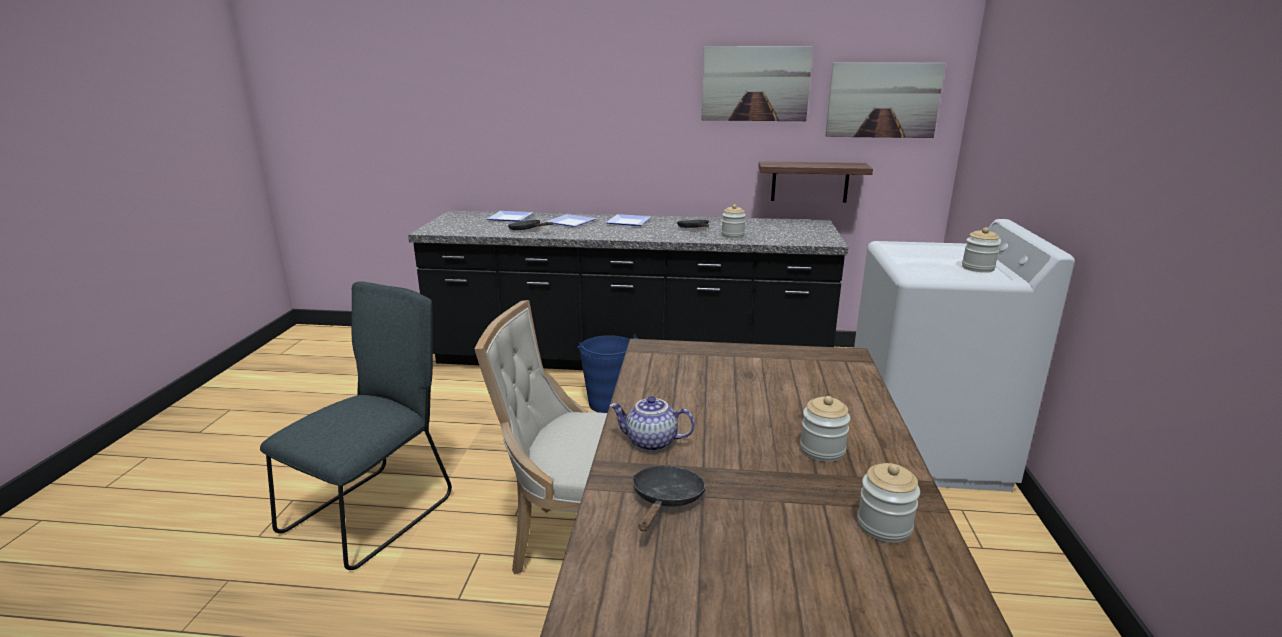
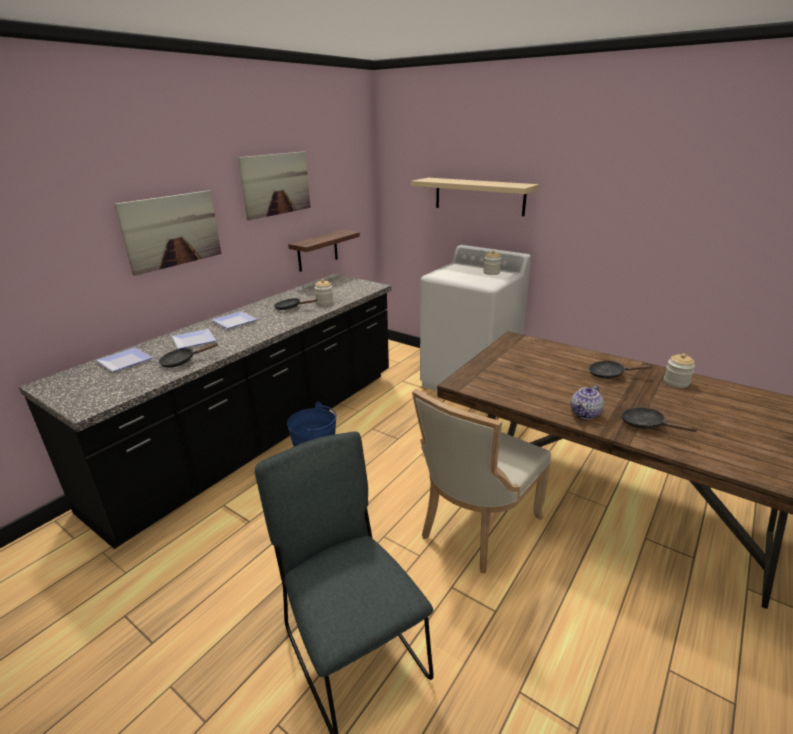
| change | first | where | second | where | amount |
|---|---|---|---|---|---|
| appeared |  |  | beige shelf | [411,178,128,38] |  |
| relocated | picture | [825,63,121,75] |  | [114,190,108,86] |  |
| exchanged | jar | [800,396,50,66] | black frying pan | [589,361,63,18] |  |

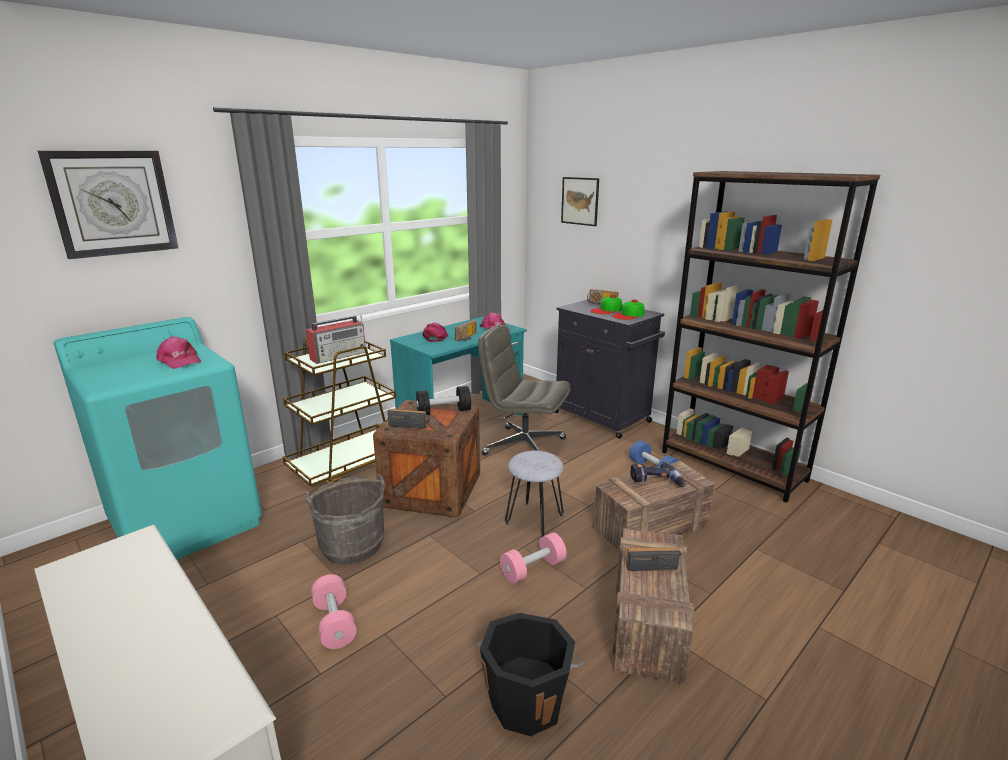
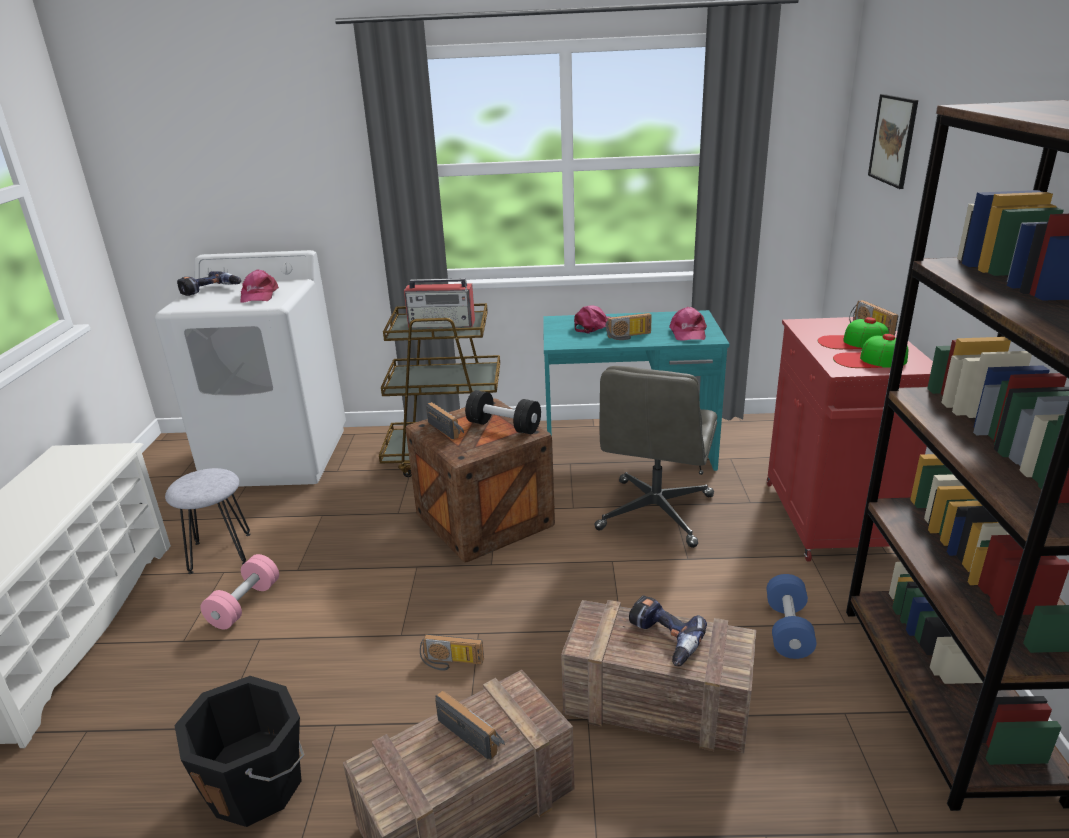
| change | first | where | second | where | amount |
|---|---|---|---|---|---|
| missing | wall clock | [38,151,141,108] |  |  |  |
| missing | grey bucket | [306,474,79,91] |  |  |  |
| appeared |  |  | power drill | [177,271,64,25] |  |
| relocated | grey stool | [505,451,59,86] |  | [165,468,86,106] |  |
| exchanged | pink dumbbell | [500,532,67,52] | radio | [420,634,64,37] |  |
| colour | turquoise washing machine | [54,317,208,242] | white washing machine | [155,250,191,237] |  |
| colour | black cabinet | [555,299,110,140] | red cabinet | [767,317,166,244] |  |
| spun | grey office chair | [478,325,93,130] |  | [594,366,123,182] | 135 degrees counterclockwise |

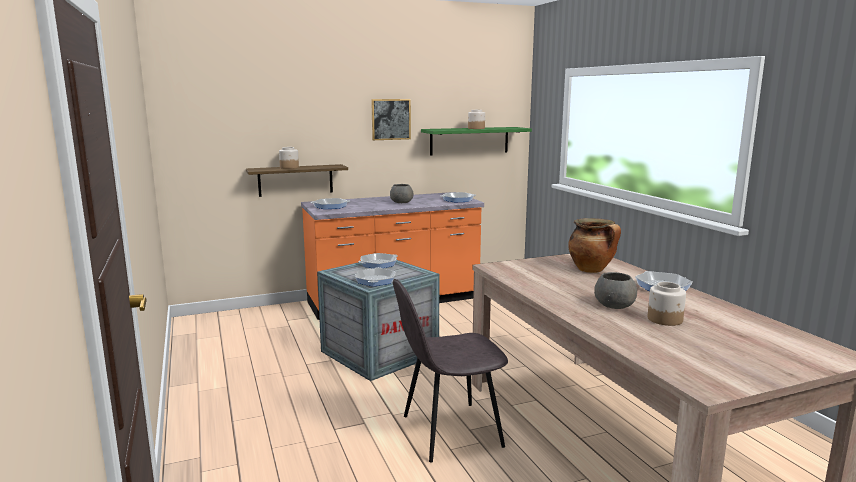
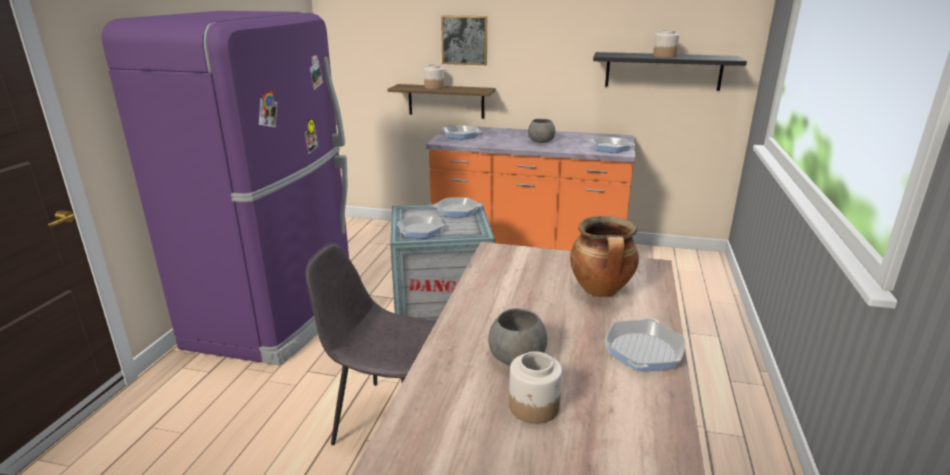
| change | first | where | second | where | amount |
|---|---|---|---|---|---|
| appeared |  |  | purple fridge | [102,11,247,354] |  |
| relocated | picture | [371,99,40,41] |  | [441,15,46,50] |  |
| colour | green shelf | [421,127,111,29] | black shelf | [593,52,154,39] |  |

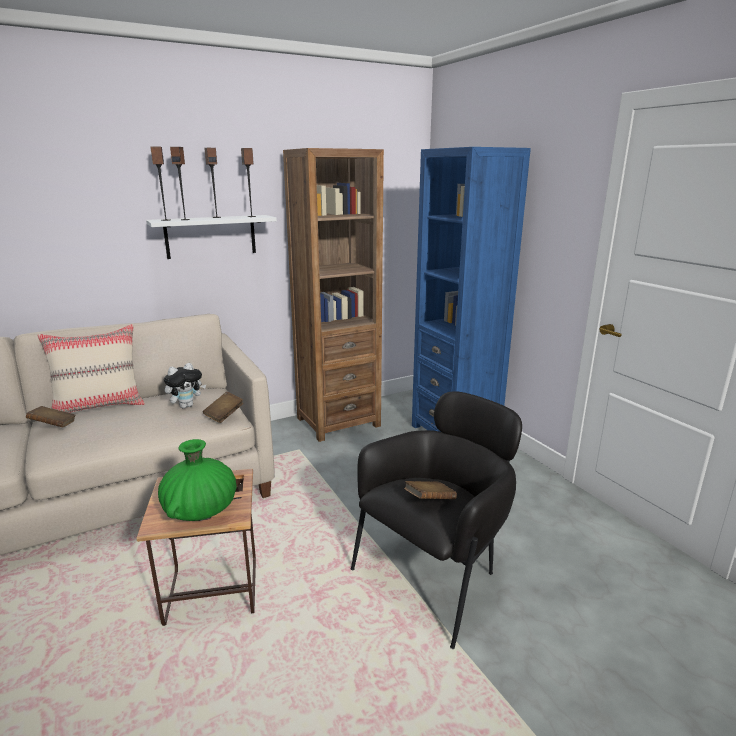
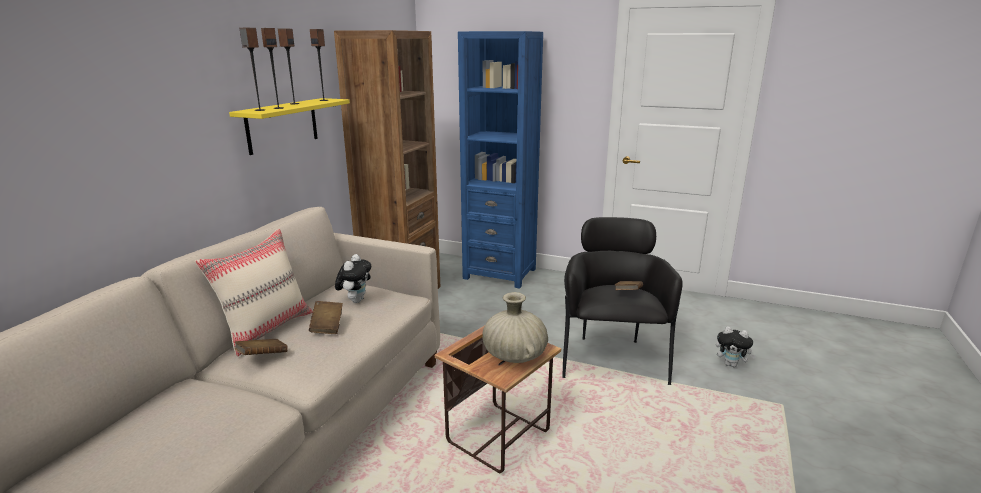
| change | first | where | second | where | amount |
|---|---|---|---|---|---|
| appeared |  |  | plush toy | [716,327,40,40] |  |
| relocated | brown book | [203,392,40,31] |  | [309,301,34,33] |  |
| colour | white shelf | [146,215,131,44] | yellow shelf | [229,98,121,57] |  |
| colour | green vase | [158,439,79,82] | beige vase | [482,292,66,71] |  |

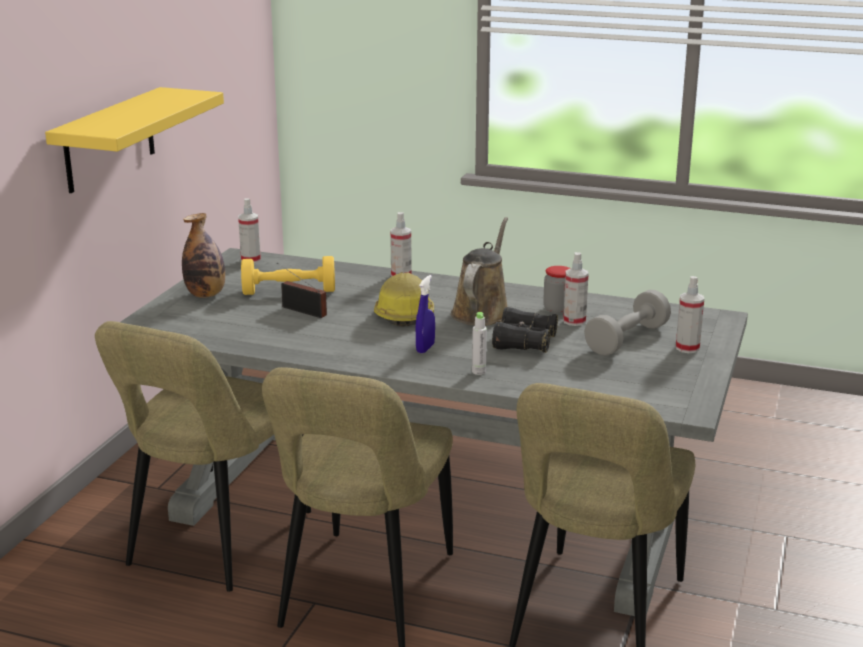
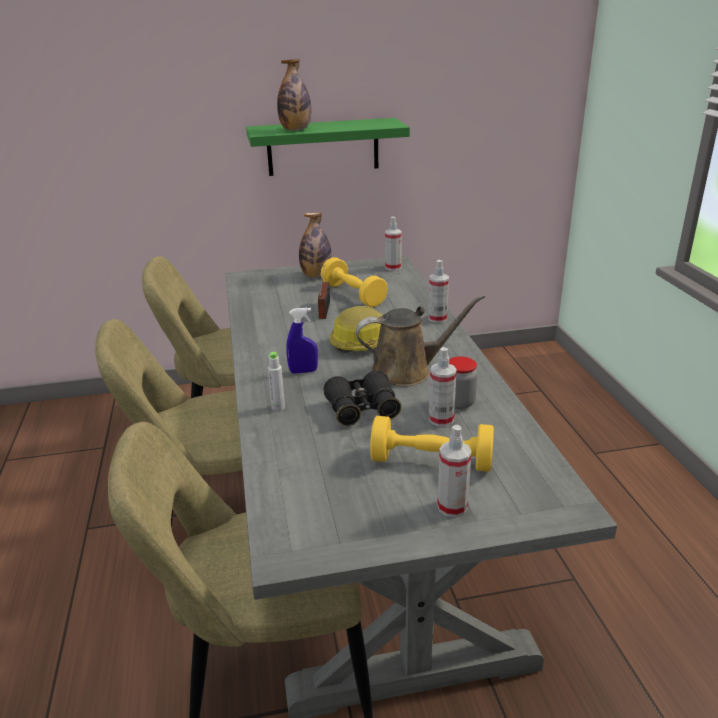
| change | first | where | second | where | amount |
|---|---|---|---|---|---|
| appeared |  |  | bottle | [277,59,34,71] |  |
| colour | yellow shelf | [45,87,179,106] | green shelf | [246,118,164,58] |  |
| colour | grey dumbbell | [584,290,87,66] | yellow dumbbell | [370,416,124,56] |  |

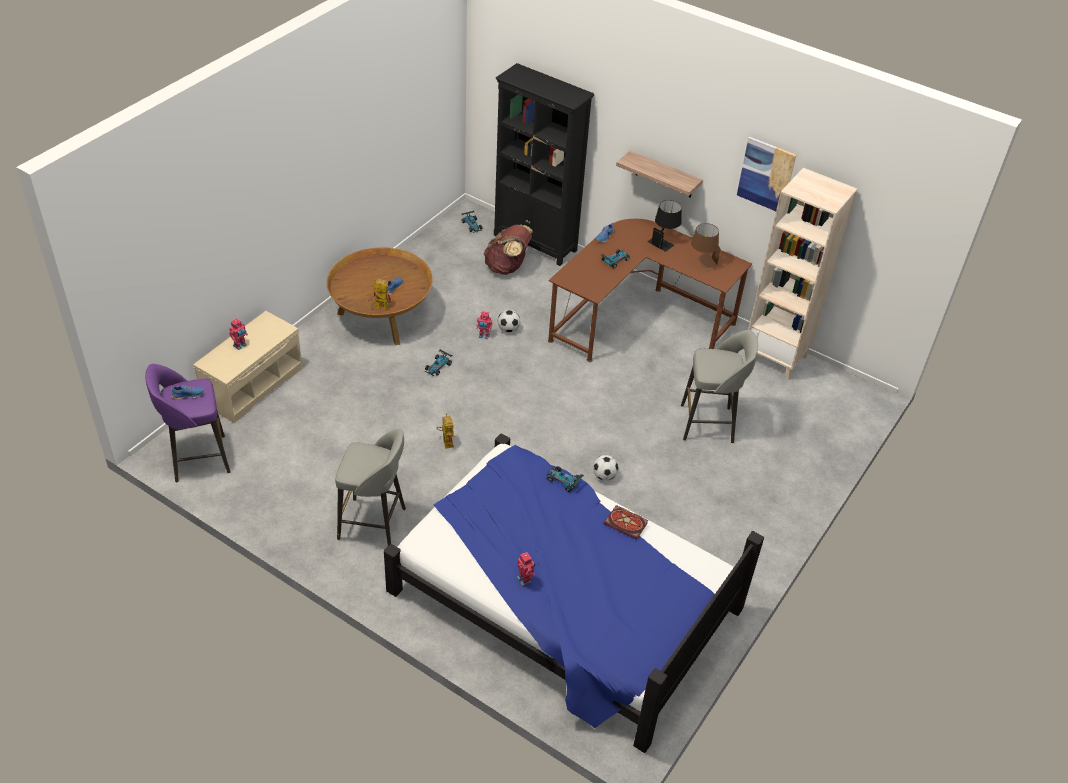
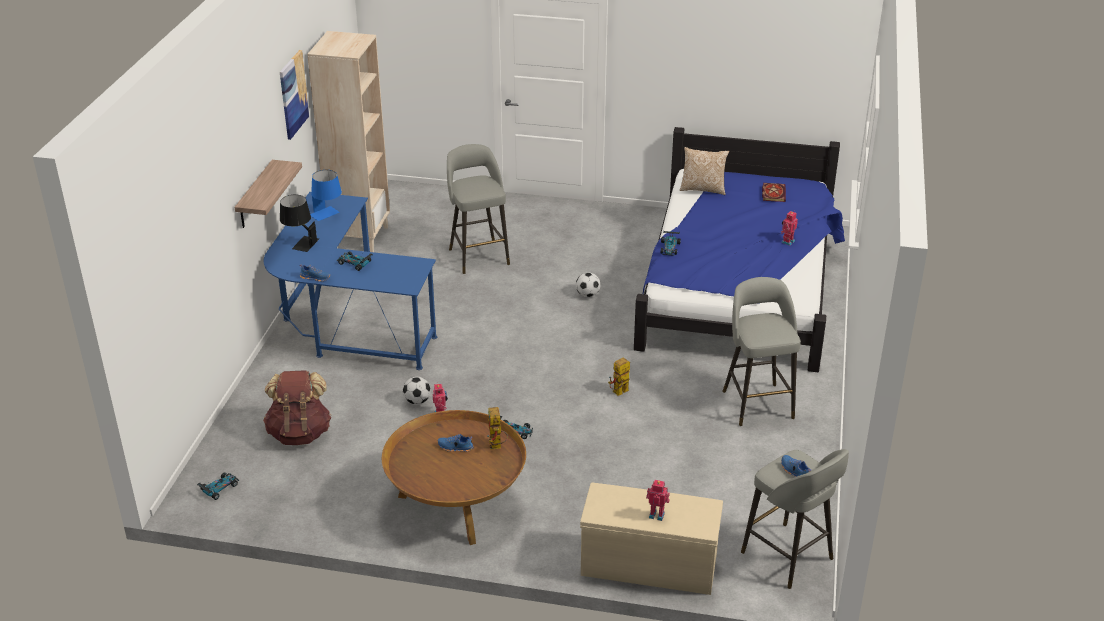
| change | first | where | second | where | amount |
|---|---|---|---|---|---|
| missing | black bookcase | [494,63,100,203] |  |  |  |
| appeared |  |  | pillow | [680,147,49,48] |  |
| relocated | book | [604,505,44,35] |  | [762,183,24,19] |  |
| colour | purple stool | [145,364,86,119] | grey stool | [741,449,108,140] |  |
| colour | brown desk | [548,219,204,143] | blue desk | [264,192,173,178] |  |
| colour | brown table lamp | [691,223,29,48] | blue table lamp | [310,170,32,51] |  |

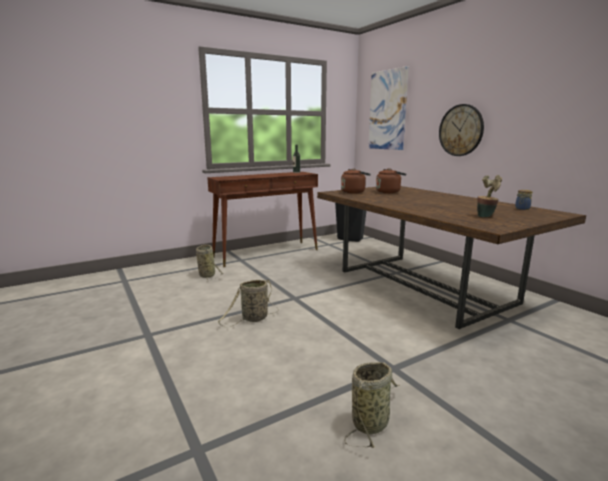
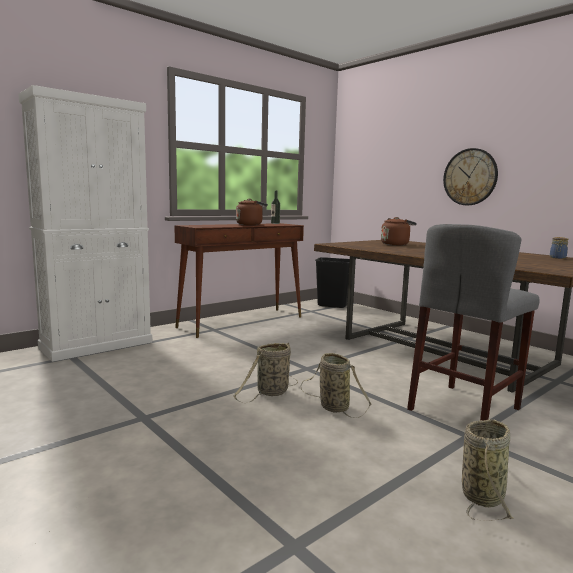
| change | first | where | second | where | amount |
|---|---|---|---|---|---|
| missing | picture | [368,66,41,84] |  |  |  |
| missing | potted plant | [477,175,25,43] |  |  |  |
| appeared |  |  | white cabinet | [18,85,134,277] |  |
| appeared |  |  | grey stool | [407,224,133,196] |  |
| relocated | basket | [196,245,27,35] |  | [301,353,71,65] |  |
| relocated | brown kettle | [341,168,30,25] |  | [236,199,32,26] |  |

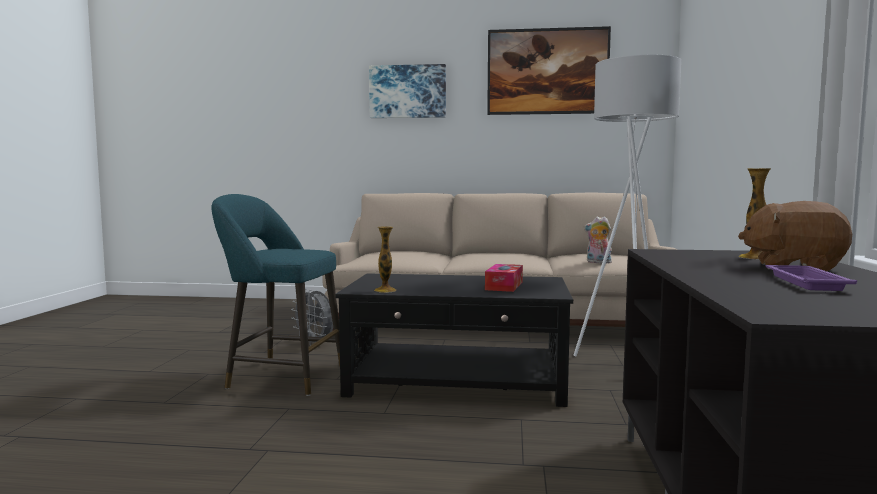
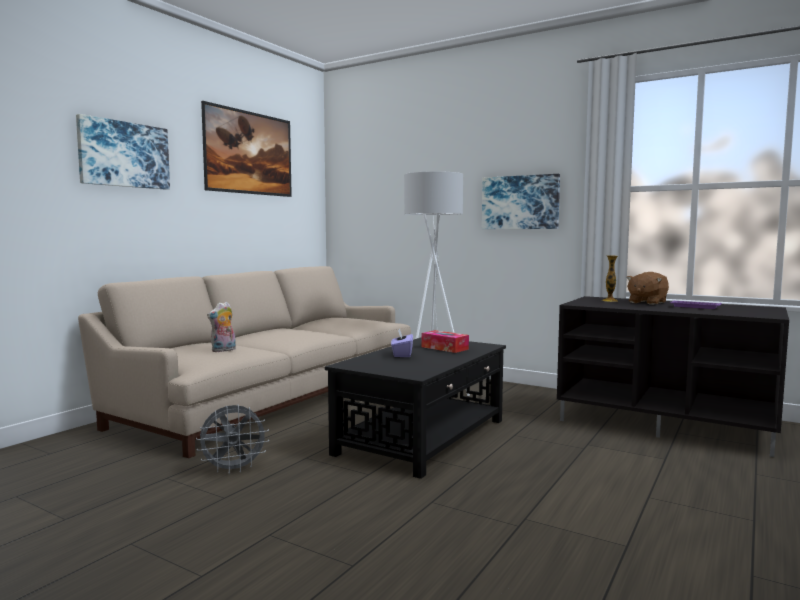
| change | first | where | second | where | amount |
|---|---|---|---|---|---|
| missing | turquoise stool | [212,194,128,202] |  |  |  |
| missing | vase | [374,226,22,67] |  |  |  |
| appeared |  |  | purple tissue box | [391,328,22,29] |  |
| appeared |  |  | picture | [482,174,78,55] |  |
| relocated | plush toy | [584,216,28,47] |  | [207,302,29,50] |  |

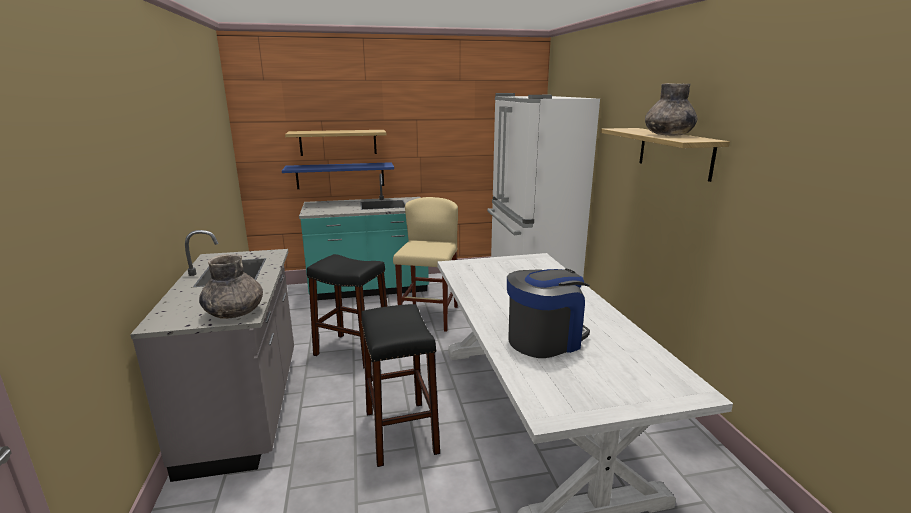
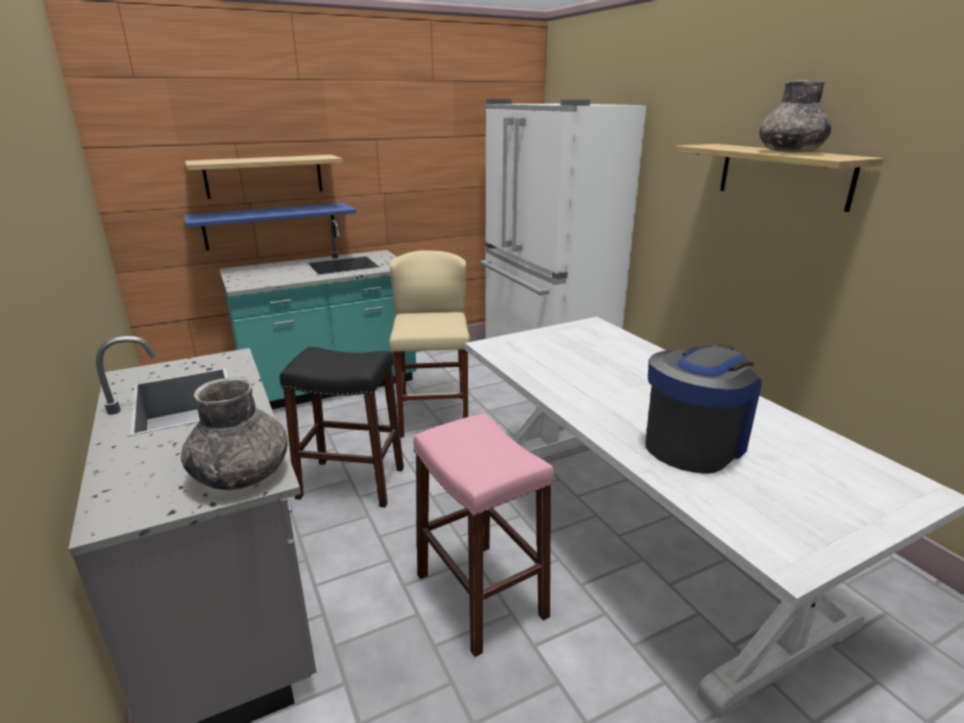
| change | first | where | second | where | amount |
|---|---|---|---|---|---|
| colour | black stool | [361,304,79,163] | pink stool | [413,413,141,244] |  |

